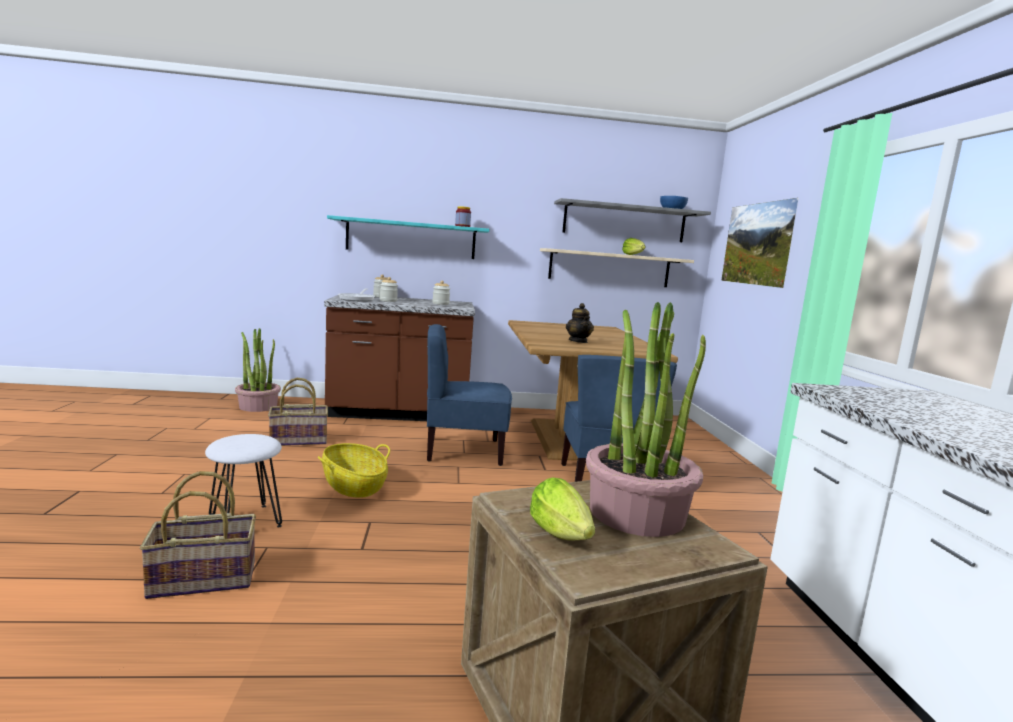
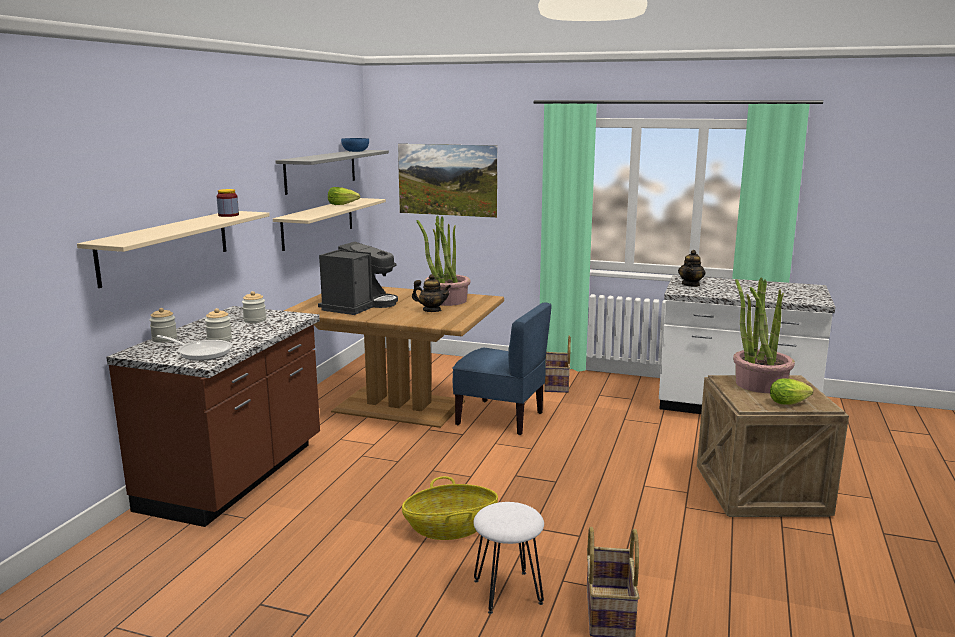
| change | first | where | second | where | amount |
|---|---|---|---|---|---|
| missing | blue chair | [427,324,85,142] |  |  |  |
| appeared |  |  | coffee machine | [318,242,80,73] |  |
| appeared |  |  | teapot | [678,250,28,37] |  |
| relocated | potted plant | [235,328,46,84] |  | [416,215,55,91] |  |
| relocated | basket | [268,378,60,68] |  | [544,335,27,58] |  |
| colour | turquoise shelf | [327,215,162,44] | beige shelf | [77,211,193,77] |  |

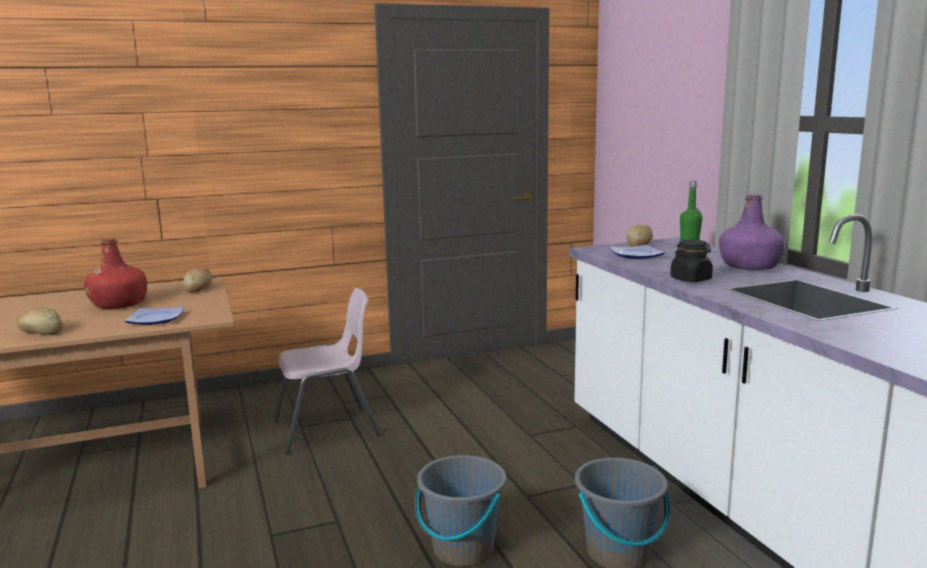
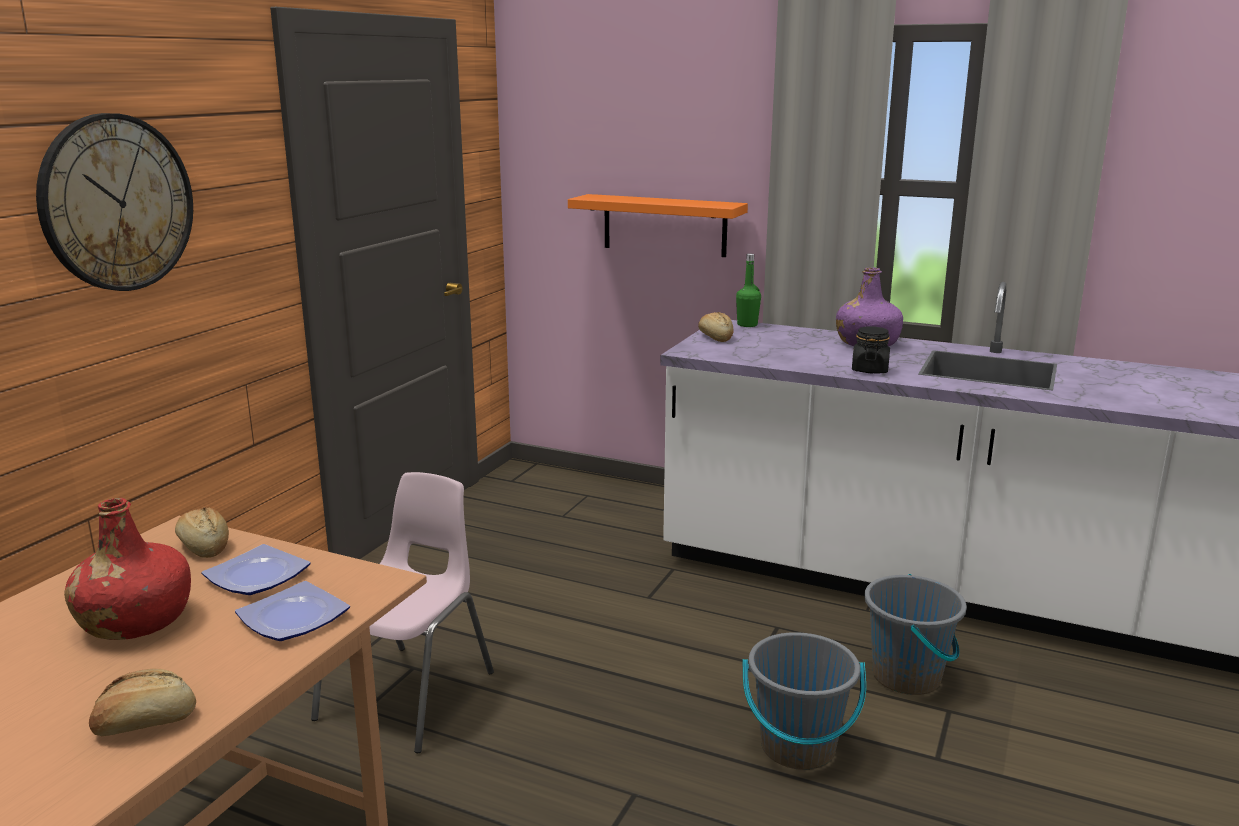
| change | first | where | second | where | amount |
|---|---|---|---|---|---|
| appeared |  |  | wall clock | [36,113,157,178] |  |
| appeared |  |  | orange shelf | [568,194,180,63] |  |
| relocated | plate | [610,245,55,14] |  | [201,544,110,51] |  |

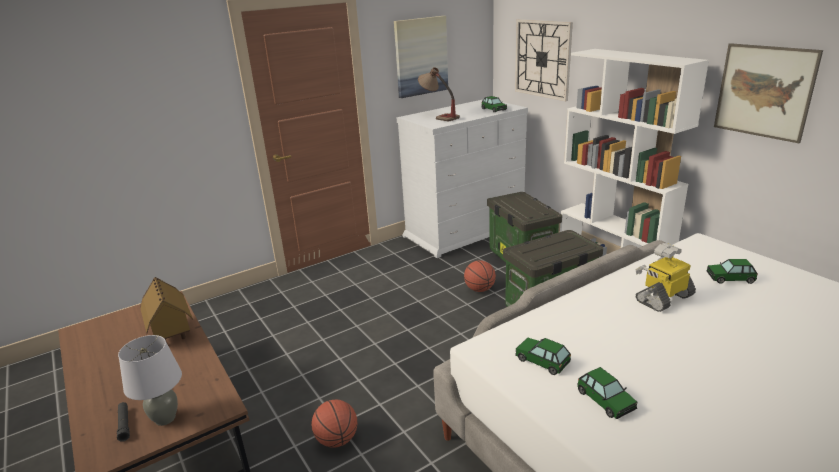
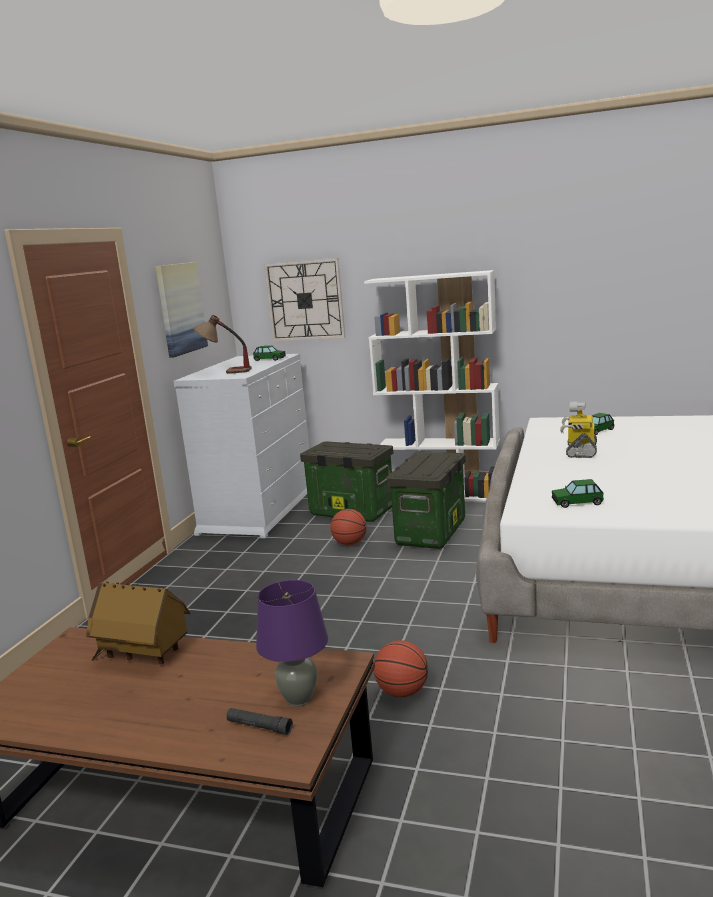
| change | first | where | second | where | amount |
|---|---|---|---|---|---|
| missing | toy car | [577,367,60,52] |  |  |  |
| missing | picture | [714,43,109,100] |  |  |  |
| colour | grey table lamp | [118,335,64,91] | purple table lamp | [256,580,72,127] |  |

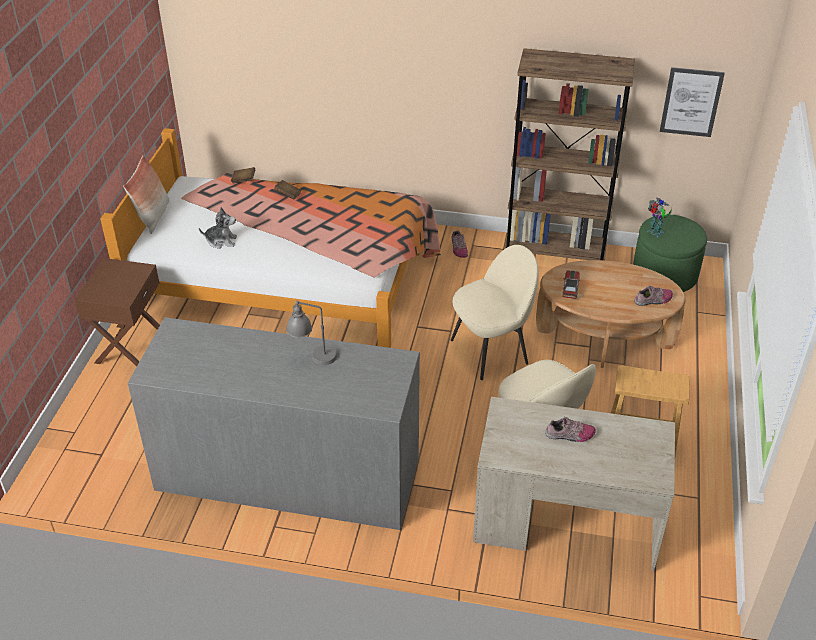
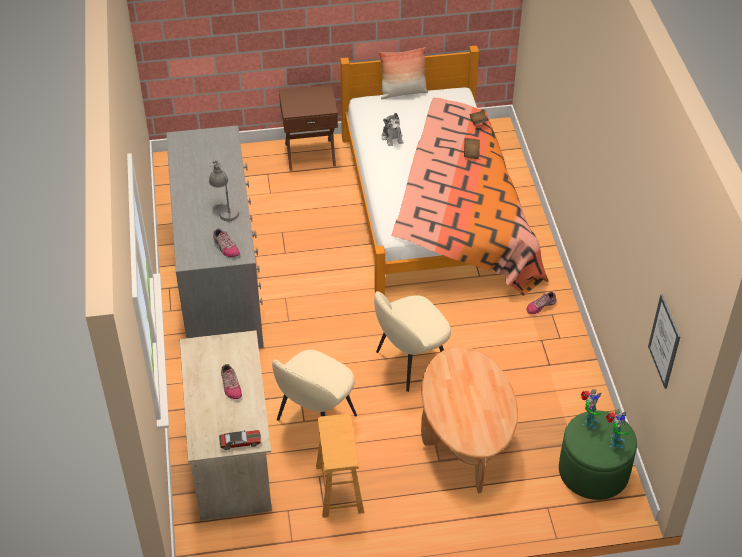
| change | first | where | second | where | amount |
|---|---|---|---|---|---|
| missing | brown bookcase | [505,48,130,213] |  |  |  |
| appeared |  |  | toy robot | [606,409,24,39] |  |
| relocated | toy car | [562,270,18,29] |  | [219,430,42,20] |  |
| relocated | shoe | [634,286,39,20] |  | [213,228,27,29] |  |
| spun | beige chair | [451,245,88,135] |  | [374,291,77,101] | 105 degrees clockwise |

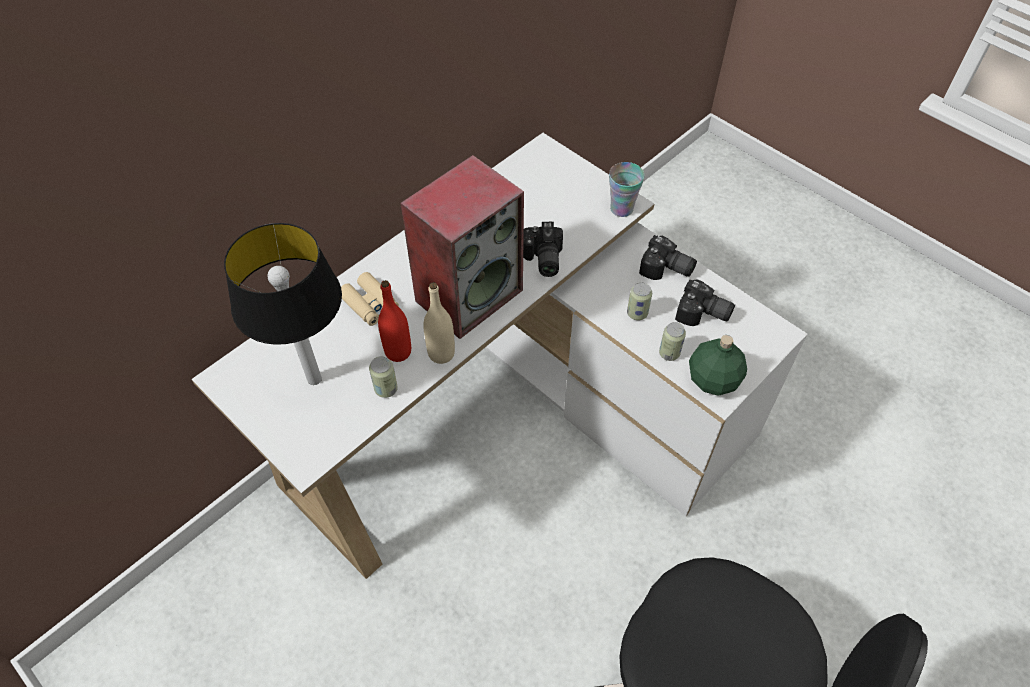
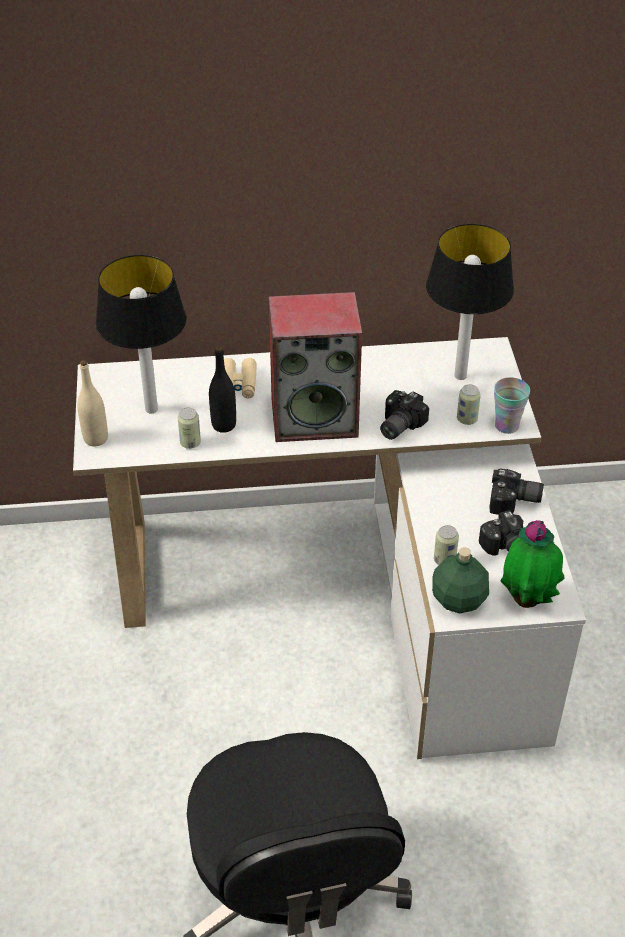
| change | first | where | second | where | amount |
|---|---|---|---|---|---|
| appeared |  |  | table lamp | [426,224,88,156] |  |
| appeared |  |  | potted plant | [501,520,64,88] |  |
| relocated | beige bottle | [423,282,32,82] |  | [77,360,31,87] |  |
| relocated | can | [627,282,25,38] |  | [457,384,24,41] |  |
| colour | red bottle | [378,280,33,82] | black bottle | [209,347,27,86] |  |
| spun | photo camera | [639,235,58,45] |  | [489,469,55,46] | 60 degrees counterclockwise |

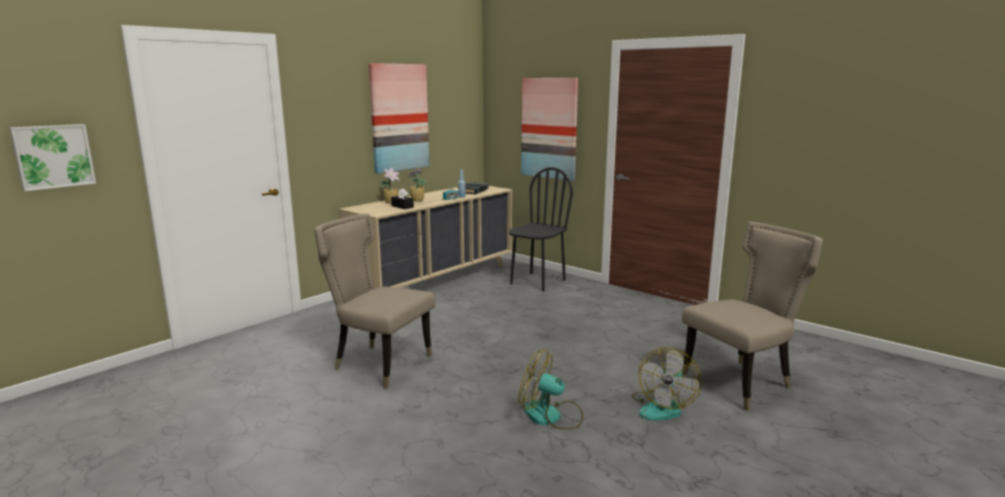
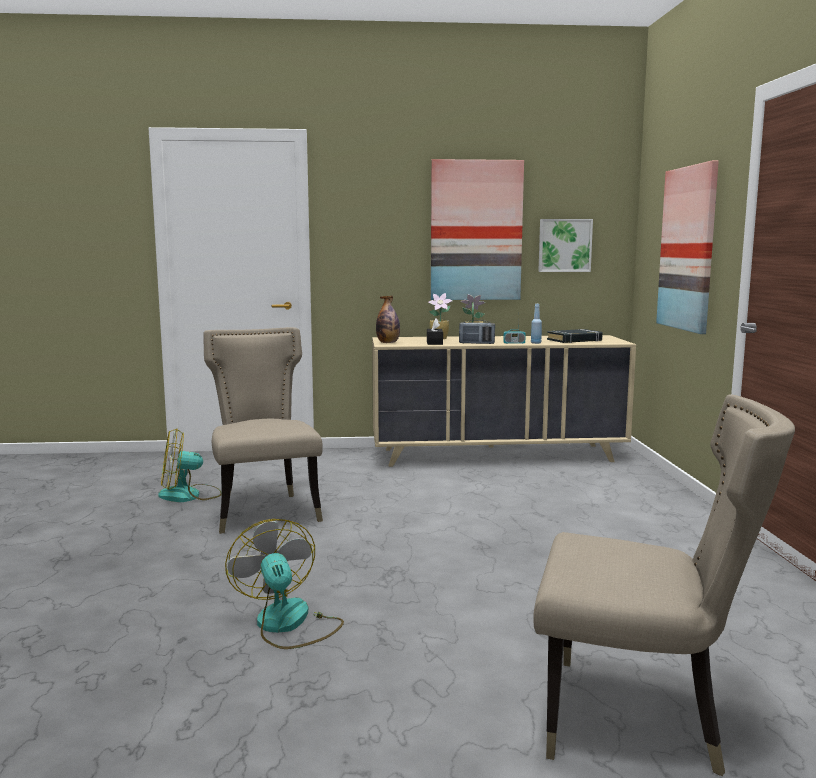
| change | first | where | second | where | amount |
|---|---|---|---|---|---|
| missing | black chair | [509,167,64,124] |  |  |  |
| appeared |  |  | bottle | [376,296,24,47] |  |
| appeared |  |  | radio | [459,320,36,24] |  |
| relocated | picture | [9,124,87,67] |  | [538,219,55,53] |  |
| relocated | fan | [632,347,70,73] |  | [158,428,63,74] |  |

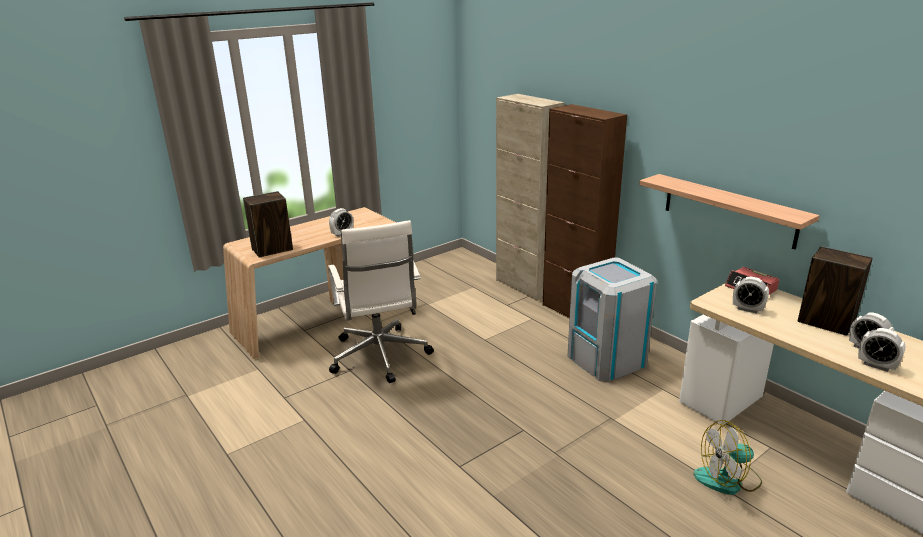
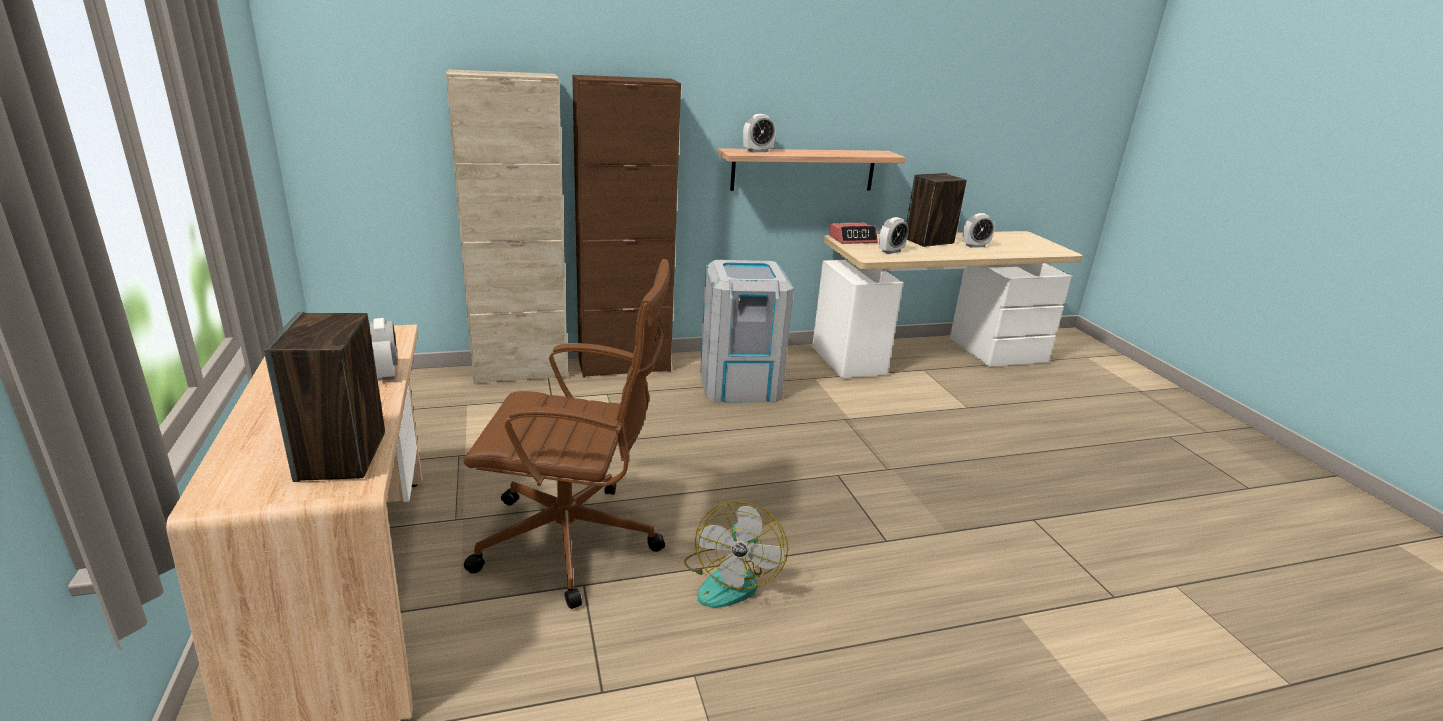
| change | first | where | second | where | amount |
|---|---|---|---|---|---|
| relocated | fan | [694,420,68,75] |  | [684,501,104,107] |  |
| relocated | alarm clock | [858,328,48,44] |  | [743,114,33,38] |  |
| colour | white office chair | [328,221,106,162] | brown office chair | [464,259,206,350] |  |

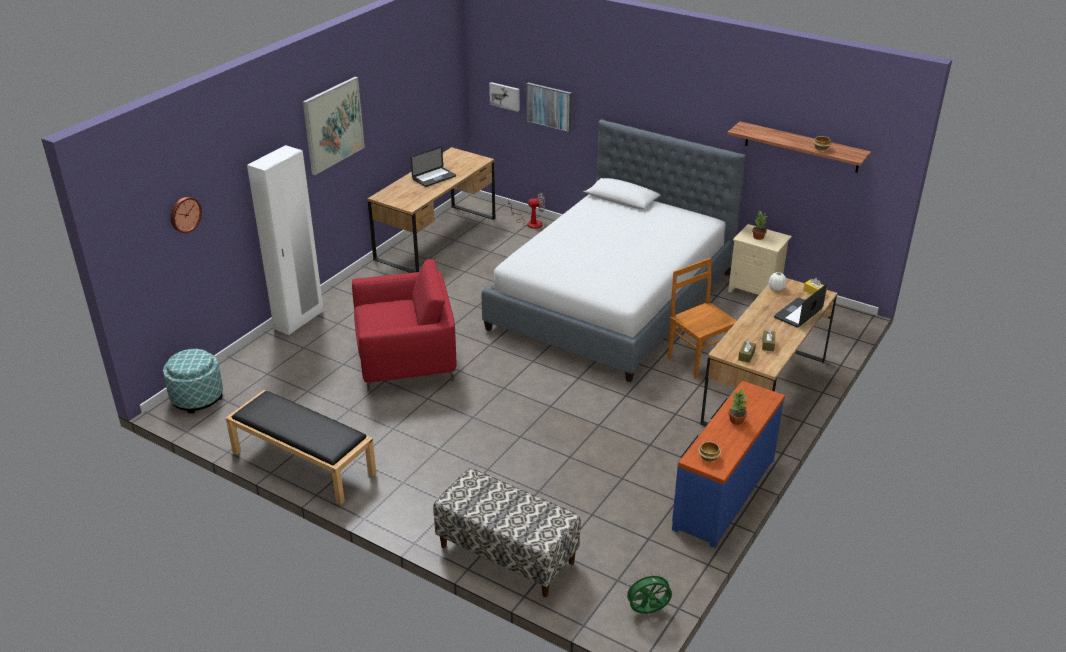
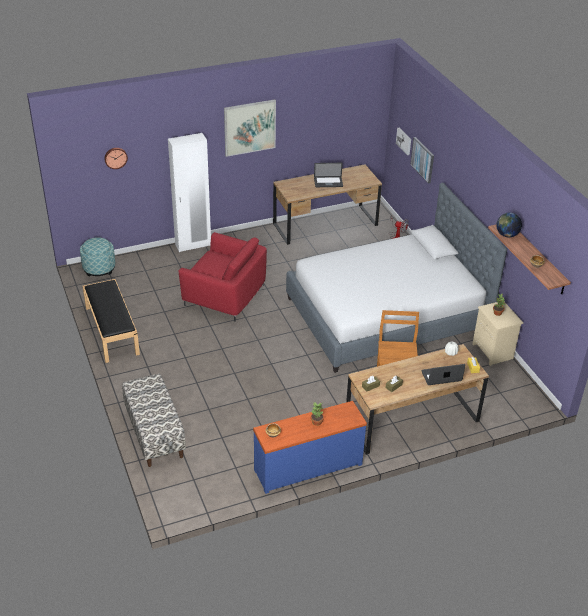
| change | first | where | second | where | amount |
|---|---|---|---|---|---|
| missing | green fan | [624,572,48,42] |  |  |  |
| appeared |  |  | globe | [496,213,26,25] |  |

